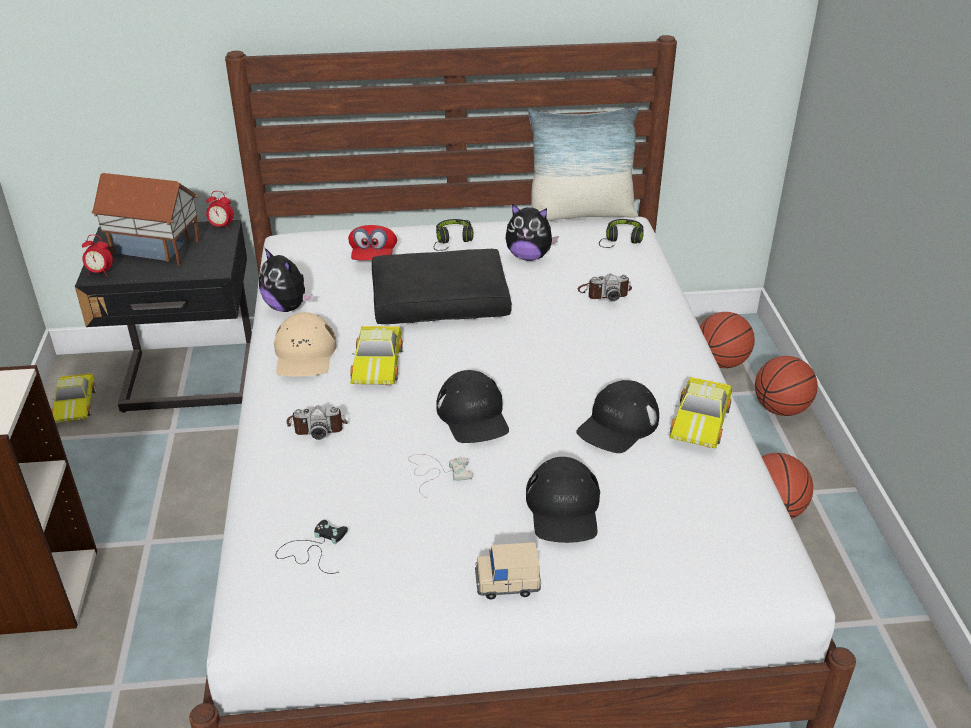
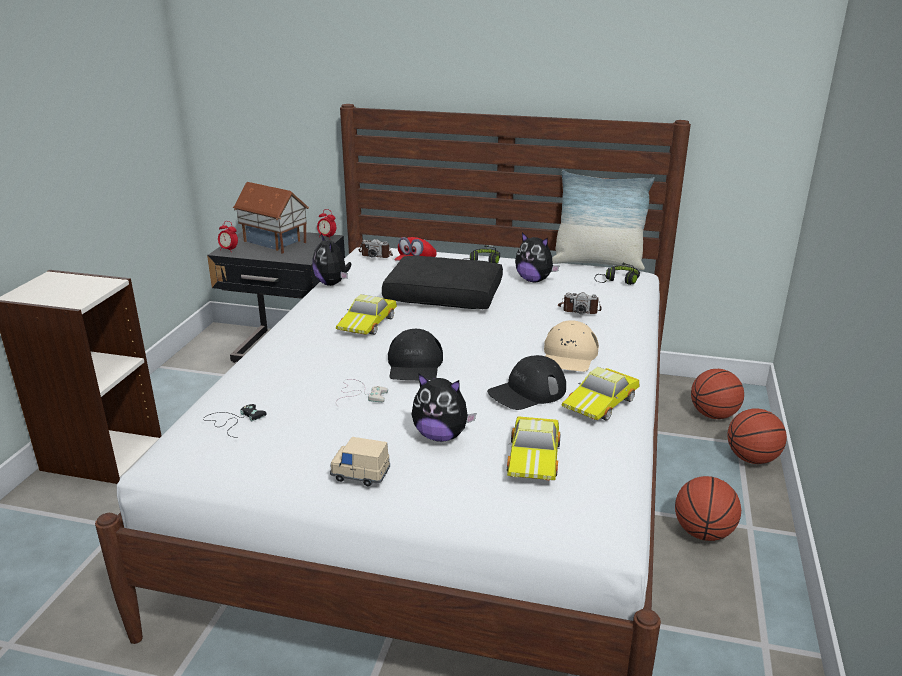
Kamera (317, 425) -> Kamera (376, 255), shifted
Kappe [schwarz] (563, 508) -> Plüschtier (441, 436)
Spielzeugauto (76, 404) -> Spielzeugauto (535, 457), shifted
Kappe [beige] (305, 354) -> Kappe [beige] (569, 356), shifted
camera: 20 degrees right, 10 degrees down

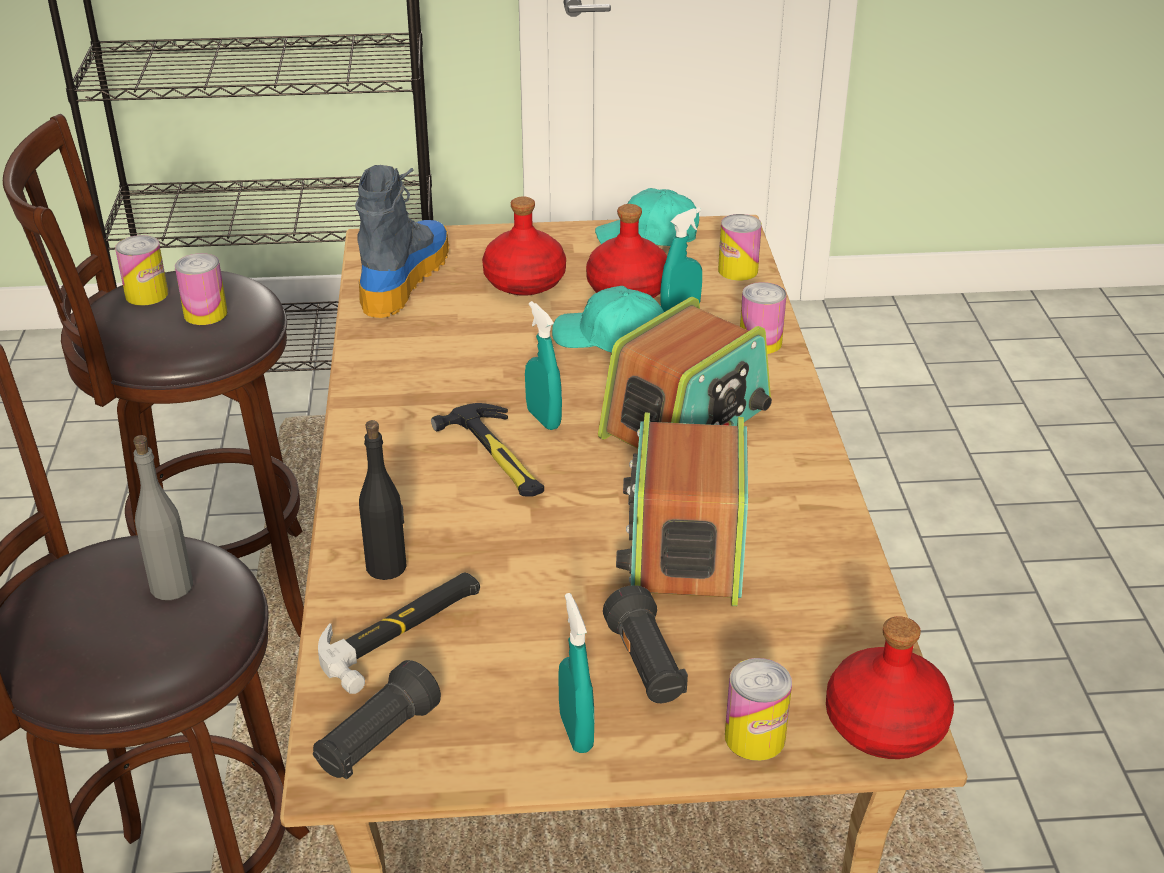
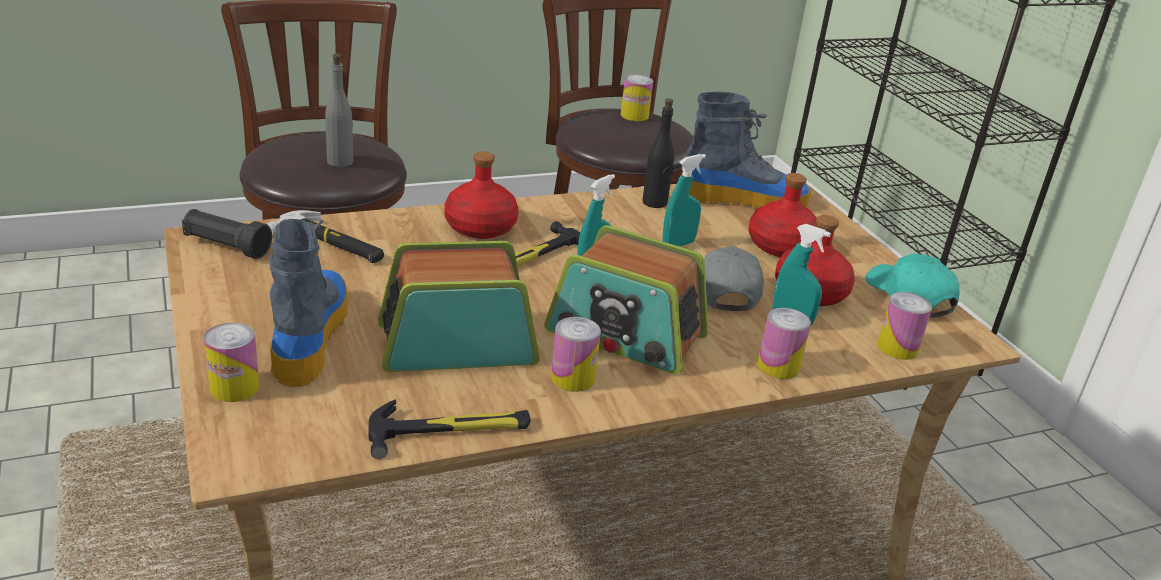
Taschenlampe [schwarz] (646, 665) -> Stiefel (309, 335)
none -> Hammer (450, 430)
Flasche [rot] (885, 723) -> Flasche [rot] (481, 227), shifted
Dose (205, 314) -> Dose (573, 378), shifted
Flasche [schwarz] (387, 566) -> Flasche [schwarz] (655, 203), shifted
Sprühflasche [türkis] (576, 732) -> Sprühflasche [türkis] (678, 244), shifted
Kappe [türkis] (610, 339) -> Kappe [grau] (726, 290)
camera: 70 degrees right, 5 degrees down

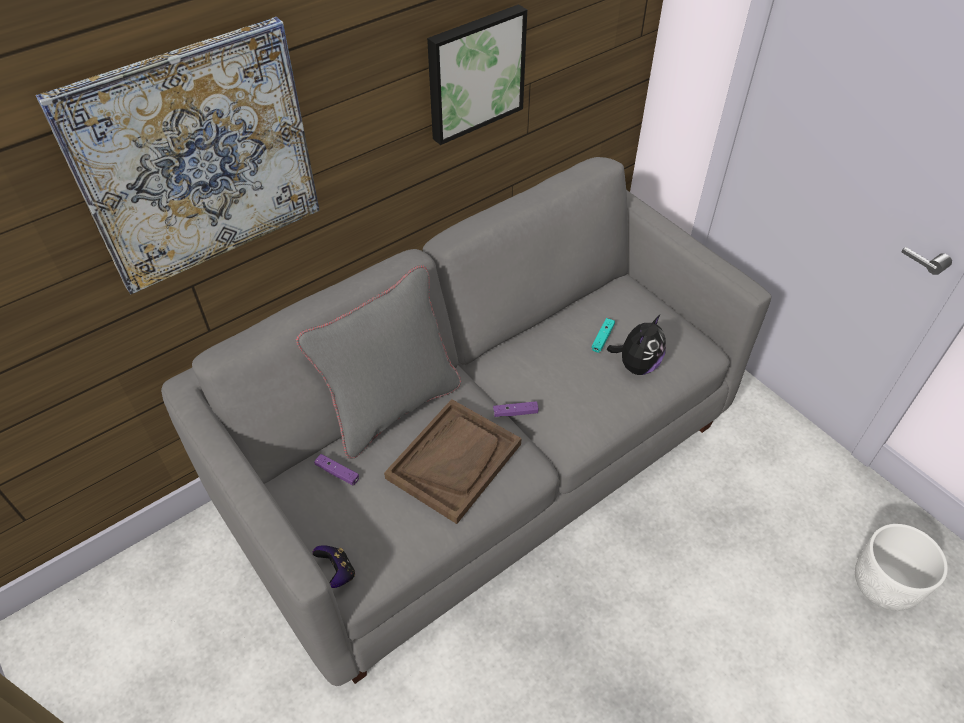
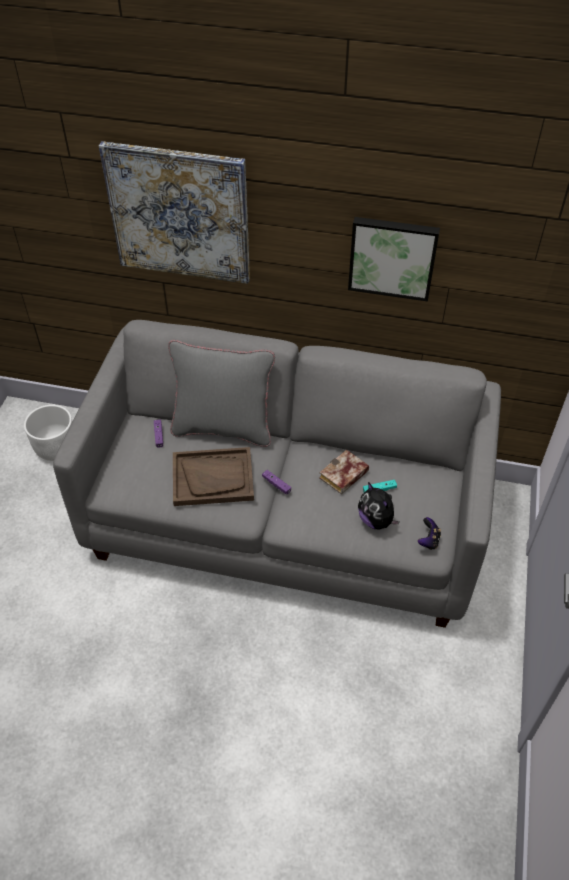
Pflanzkübel [weiß] (884, 585) -> Pflanzkübel [weiß] (56, 448), shifted
none -> Buch (343, 477)
Plüschtier (636, 365) -> Plüschtier (376, 520), 60 degrees clockwise
Gamepad (337, 572) -> Gamepad (428, 540), shifted
camera: 50 degrees right, 0 degrees up

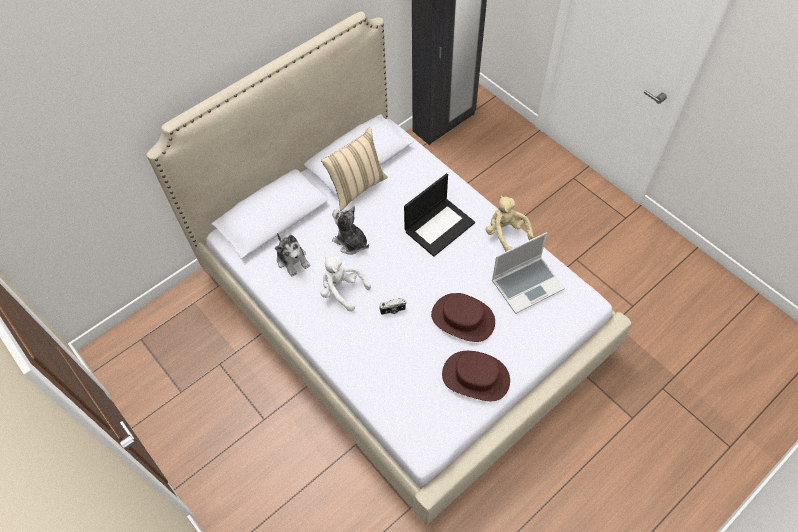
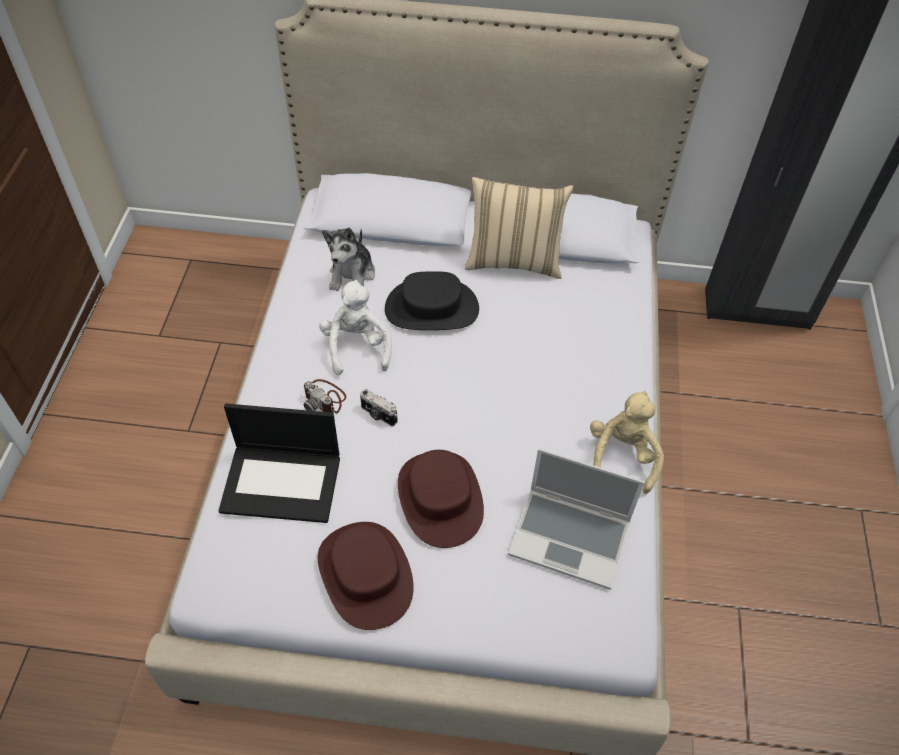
Laptop (439, 226) -> Laptop (283, 482), shifted
none -> Kamera (325, 399)
Plüschtier (351, 242) -> Hut [schwarz] (431, 309)
camera: 45 degrees right, 5 degrees down

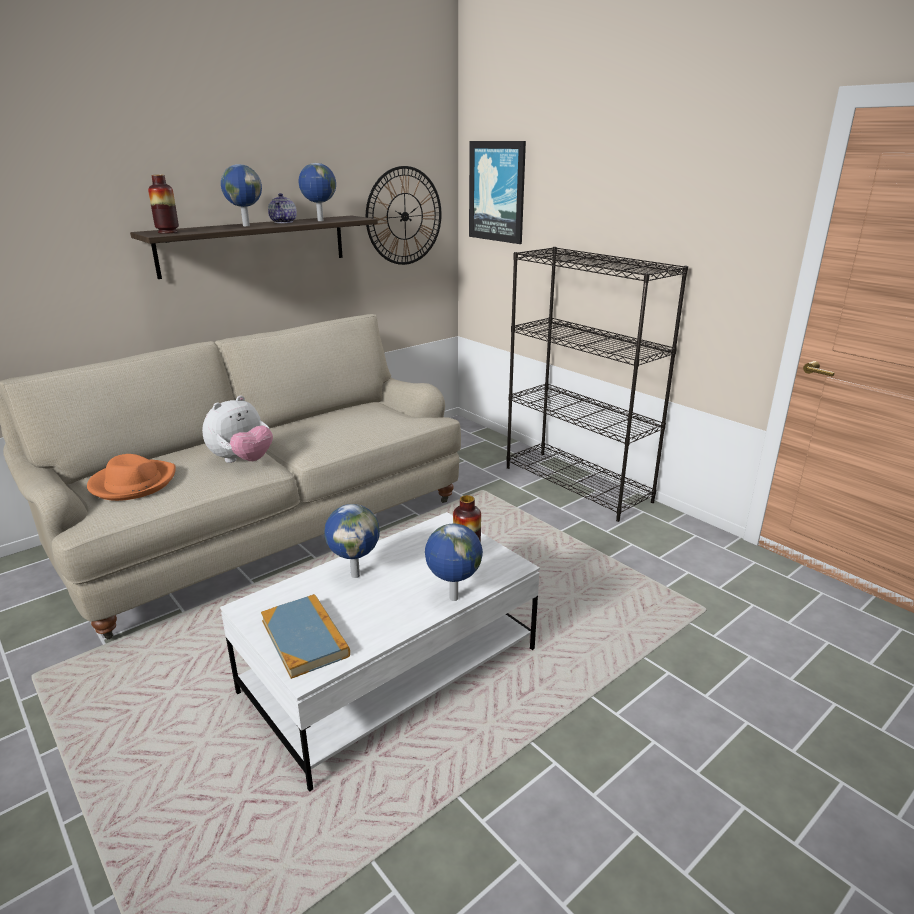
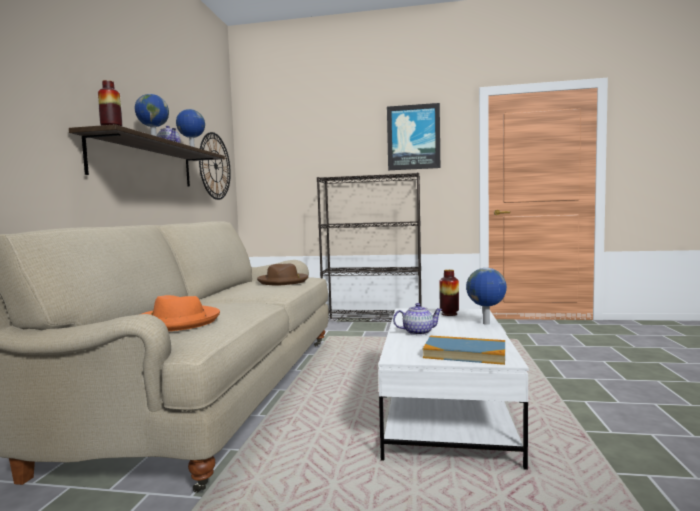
none -> Hut [braun] (283, 281)
Bild (497, 191) -> Bild (413, 137), shifted
Globus (355, 574) -> Teekanne (417, 332)
Plüschtier (242, 461) -> none
camera: 40 degrees left, 20 degrees down

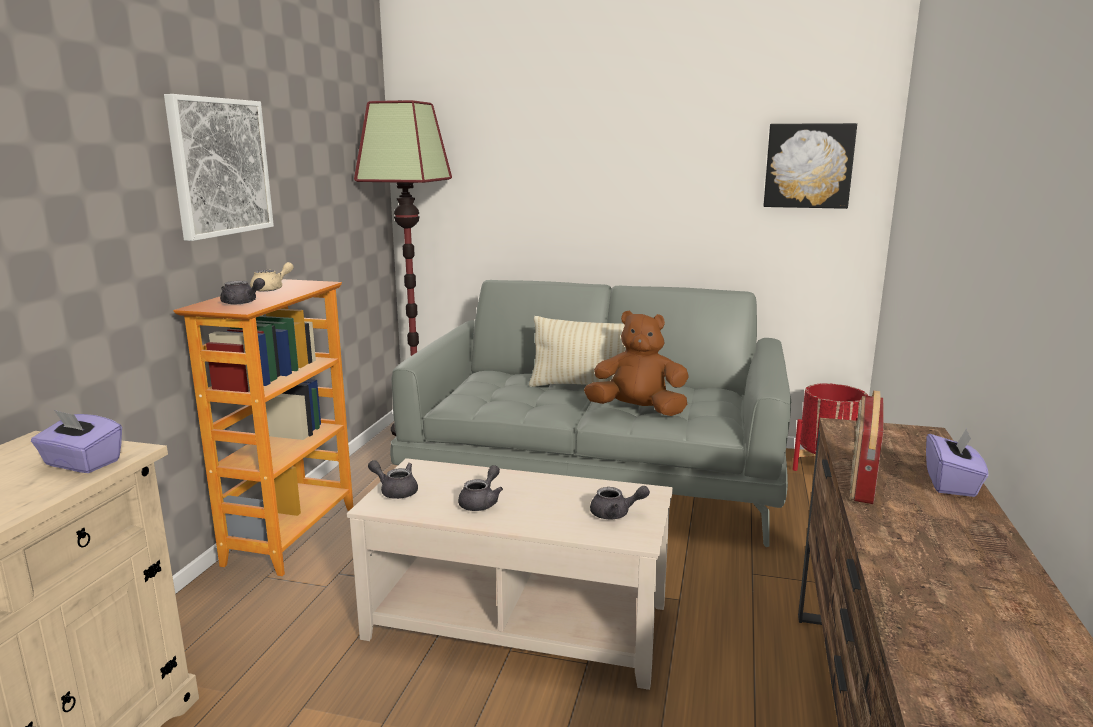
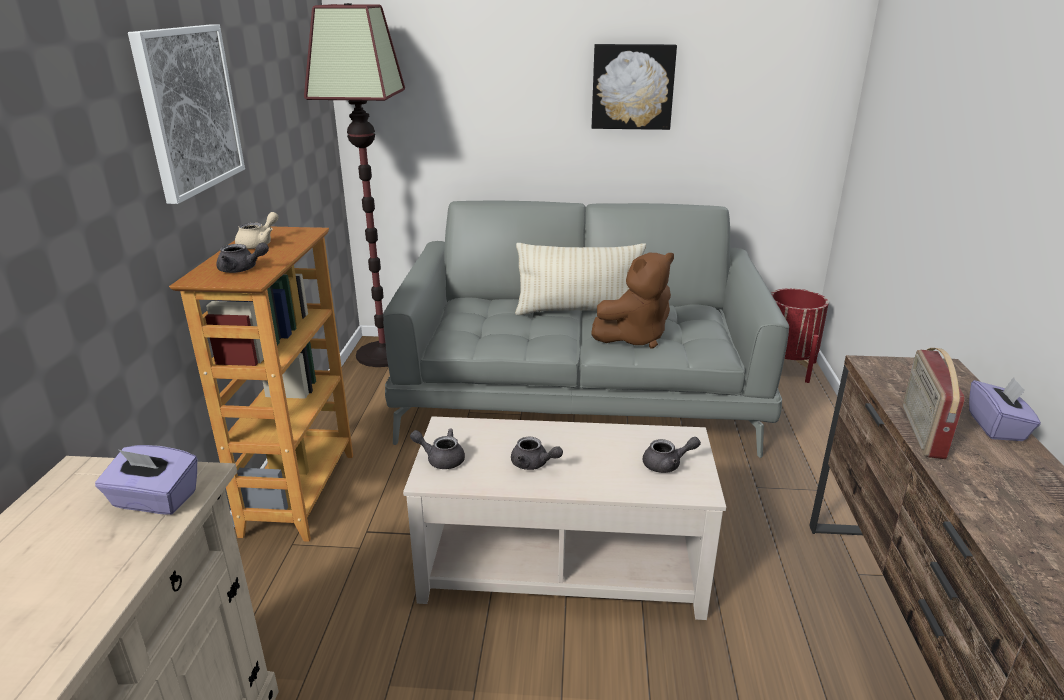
Teekanne [grau] (481, 502) -> Teekanne [grau] (533, 464), 105 degrees clockwise
Plüschtier [braun] (637, 410) -> Plüschtier [braun] (634, 338), 150 degrees clockwise
Bild (808, 166) -> Bild (632, 87), shifted
camera: 10 degrees left, 10 degrees up

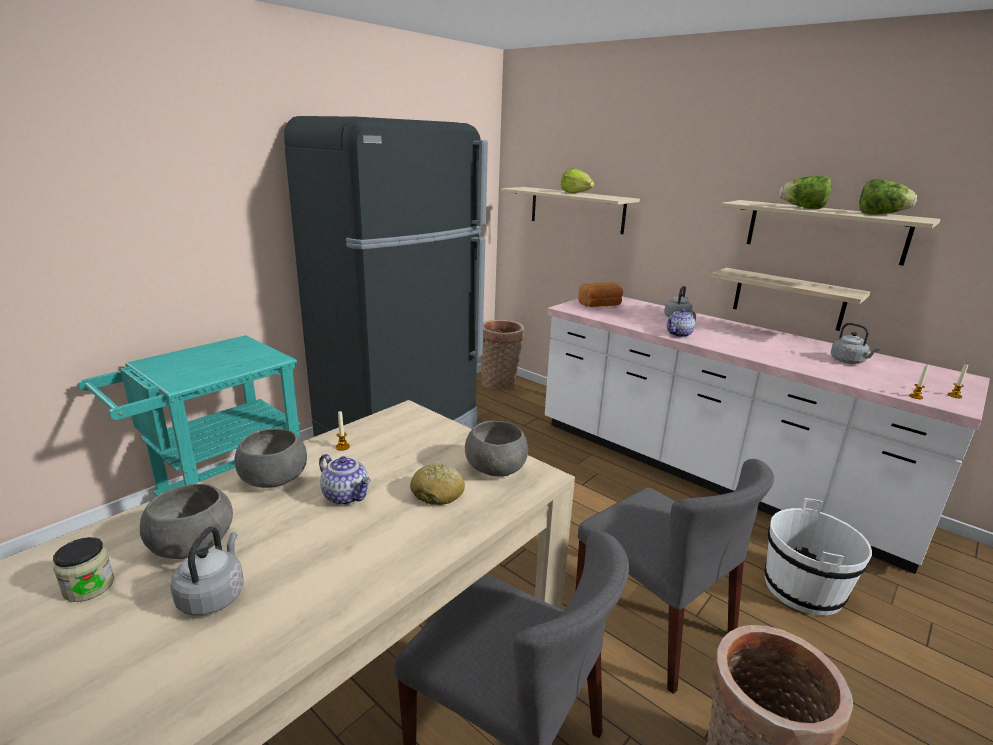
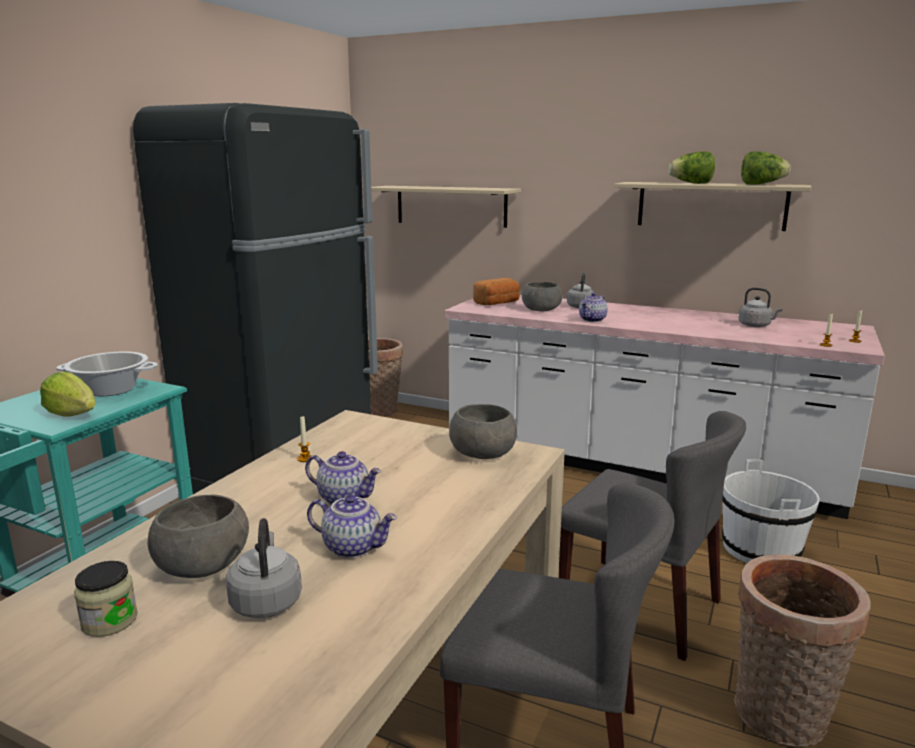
Salatkopf (575, 193) -> Salatkopf (73, 414), shifted
none -> Kochtopf (111, 390)
none -> Teekanne (353, 547)
Schüssel [grau] (273, 478) -> Schüssel [grau] (541, 310), shifted
Brot (438, 493) -> none
Wandregal (788, 299) -> none
camera: 15 degrees left, 5 degrees down

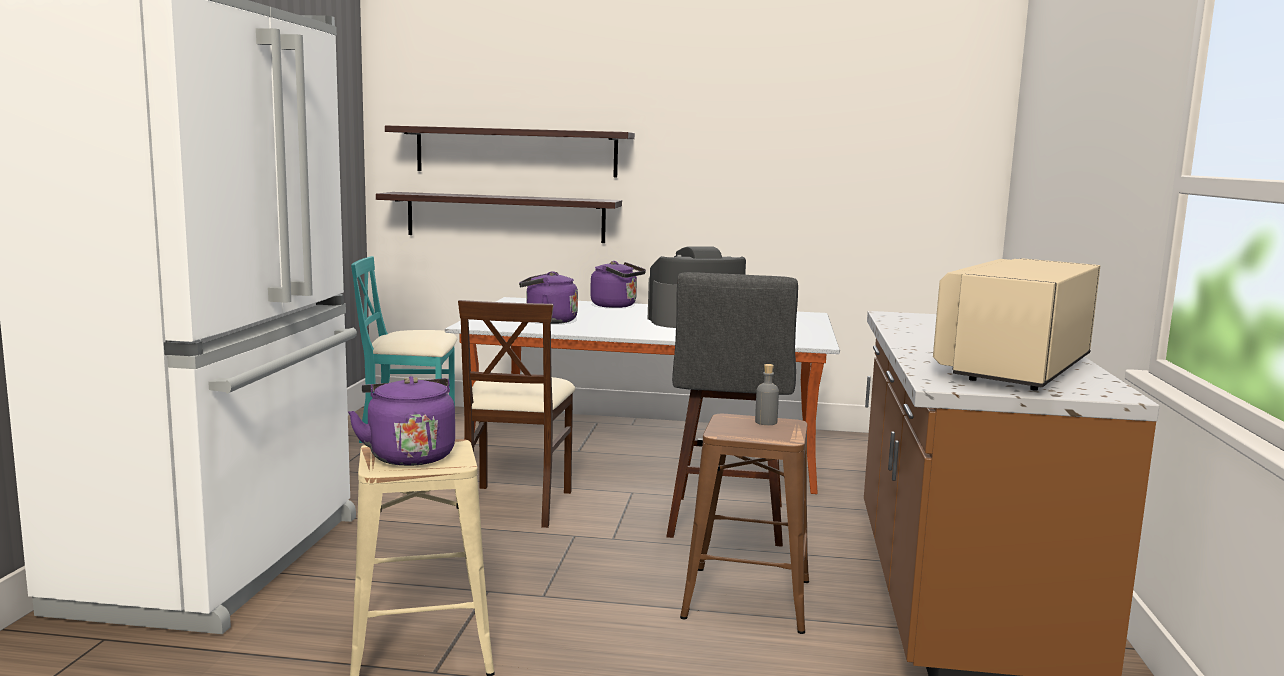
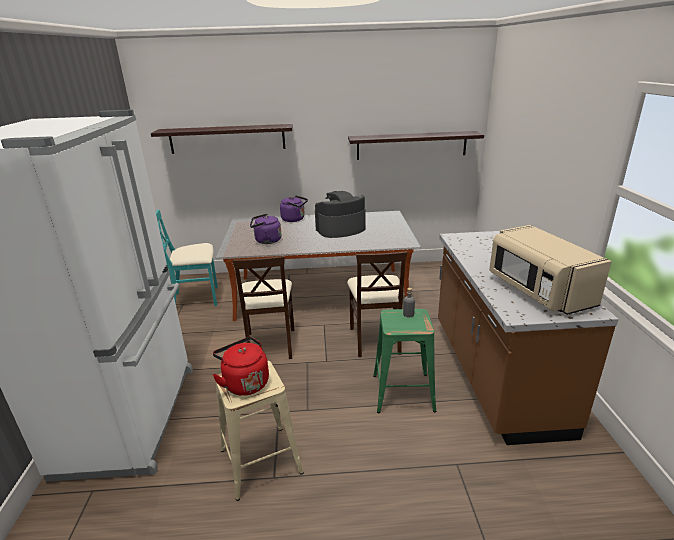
Wasserkessel [lila] (409, 455) -> Wasserkessel [rot] (244, 382)
Hocker [grau] (726, 523) -> Stuhl [beige] (375, 340)
Wandregal (505, 217) -> Wandregal (411, 145), shifted
Hocker [braun] (747, 598) -> Hocker [grün] (403, 391)
Mikrowelle [beige] (1013, 369) -> Mikrowelle [beige] (537, 291), 45 degrees counterclockwise
camera: 10 degrees left, 15 degrees up

